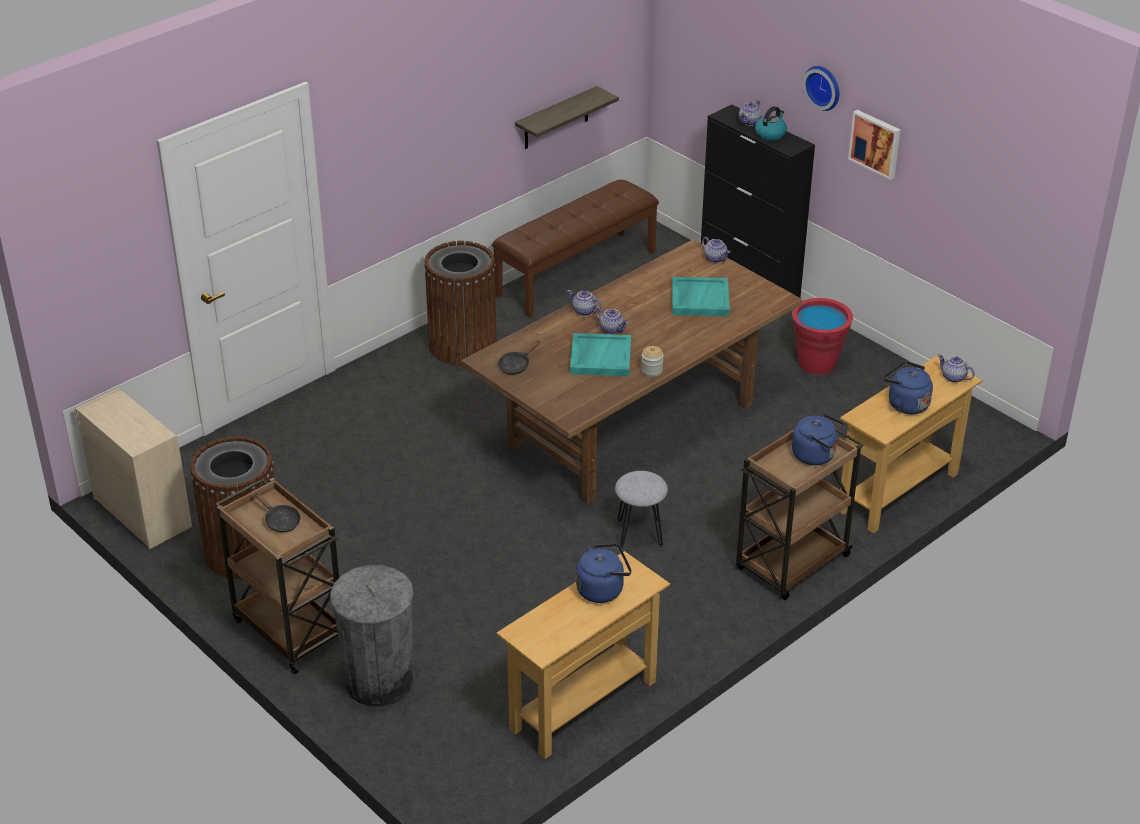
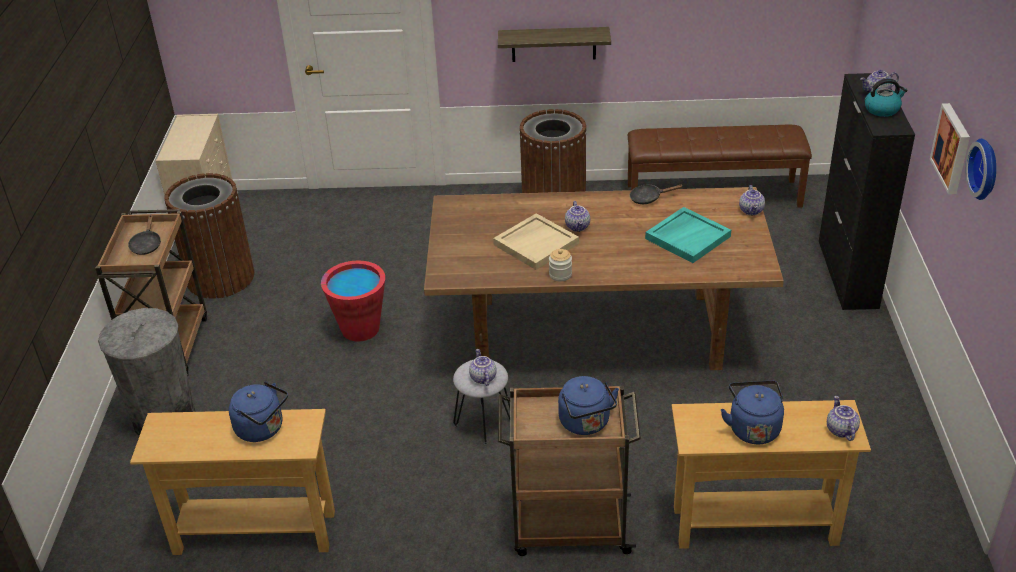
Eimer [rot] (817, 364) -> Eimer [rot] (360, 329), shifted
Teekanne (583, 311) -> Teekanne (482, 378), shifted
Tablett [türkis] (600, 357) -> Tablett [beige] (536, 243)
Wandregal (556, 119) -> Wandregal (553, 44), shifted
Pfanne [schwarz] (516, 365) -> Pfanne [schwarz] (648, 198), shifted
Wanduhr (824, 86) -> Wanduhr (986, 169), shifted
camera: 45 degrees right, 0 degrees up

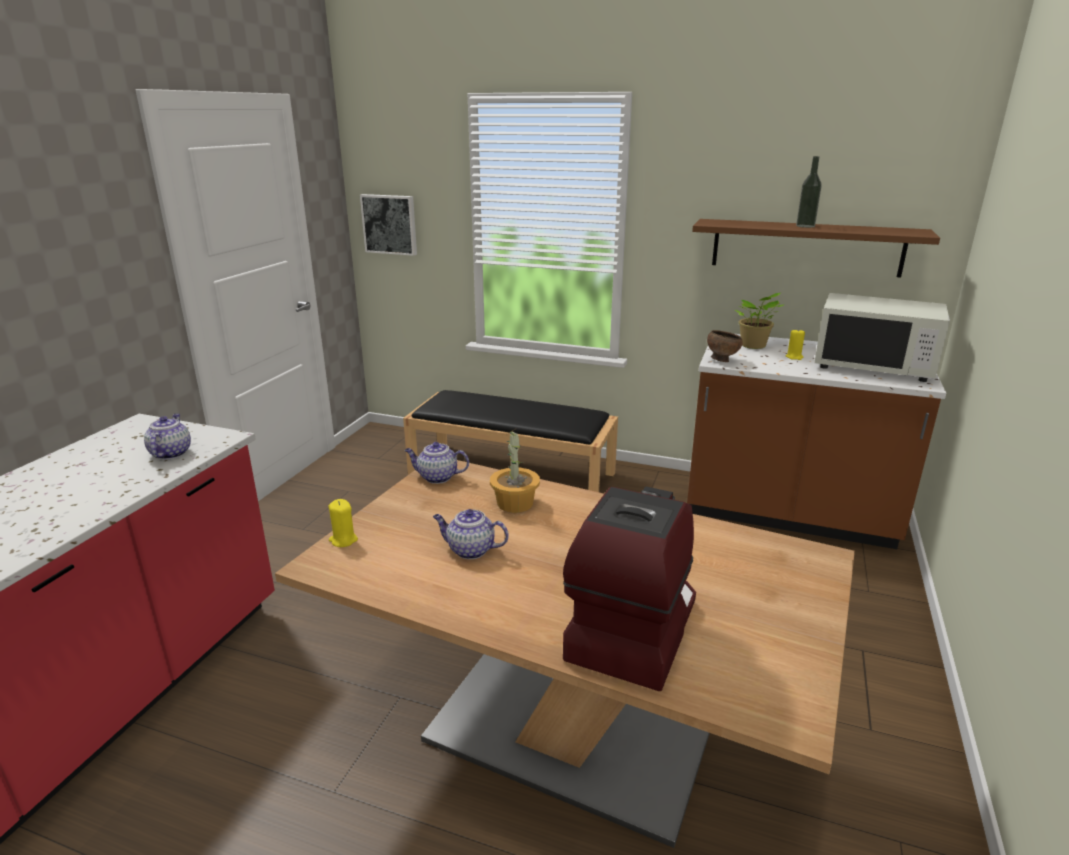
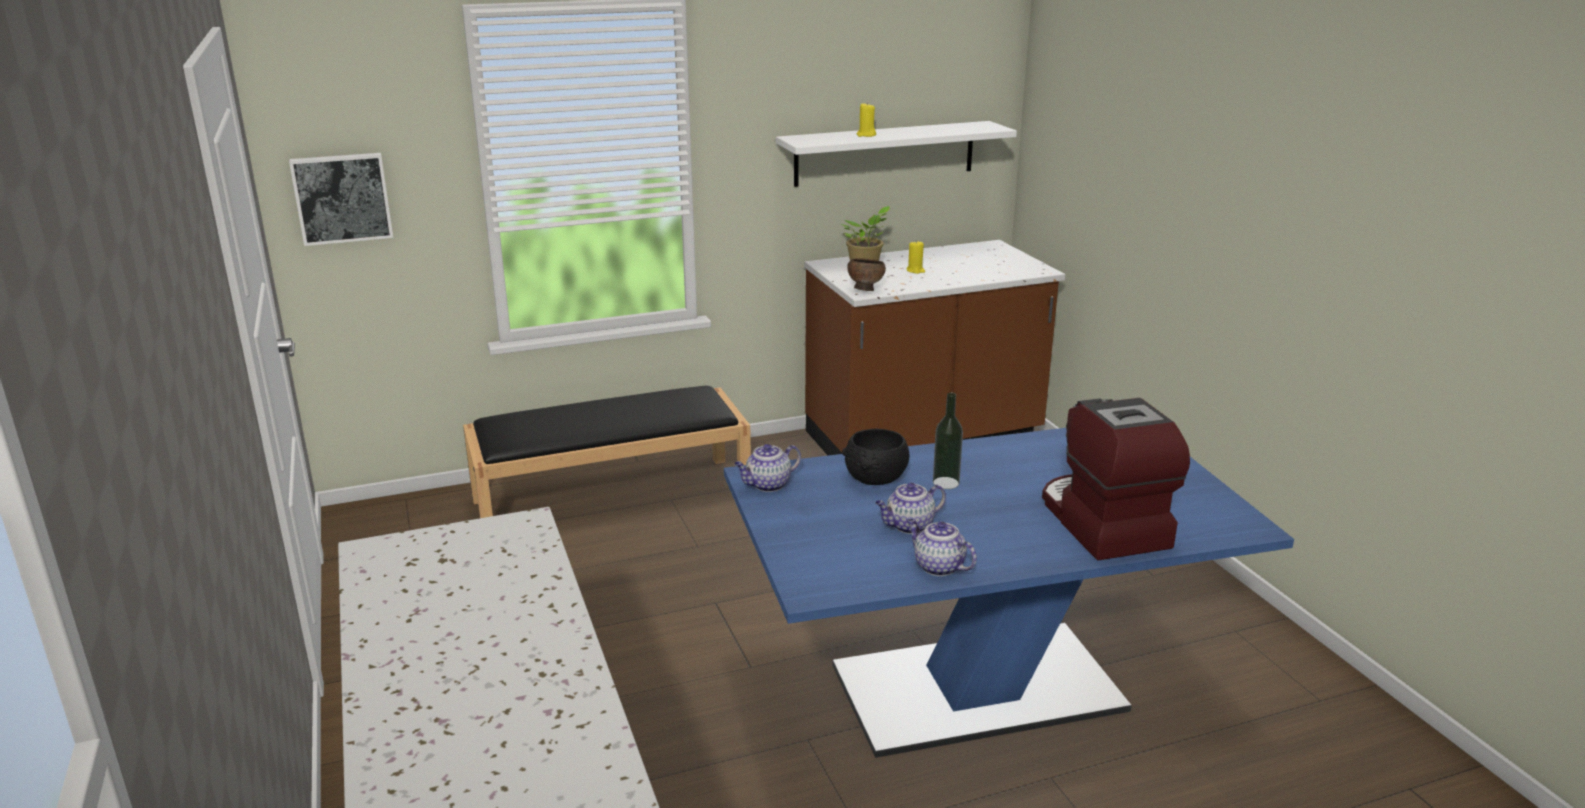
Esstisch [braun] (567, 735) -> Esstisch [blau] (977, 688)
Wandregal [braun] (806, 247) -> Wandregal [weiß] (885, 153)
Topfpflanze (515, 503) -> Schüssel [schwarz] (876, 478)
Kerze [gelb] (343, 540) -> Kerze [gelb] (866, 135), shifted
Teekanne (171, 453) -> Teekanne (937, 566), shifted
Flasche (805, 226) -> Flasche (946, 483), shifted
Mikrowelle [weiß] (873, 366) -> none
camera: 40 degrees left, 0 degrees up

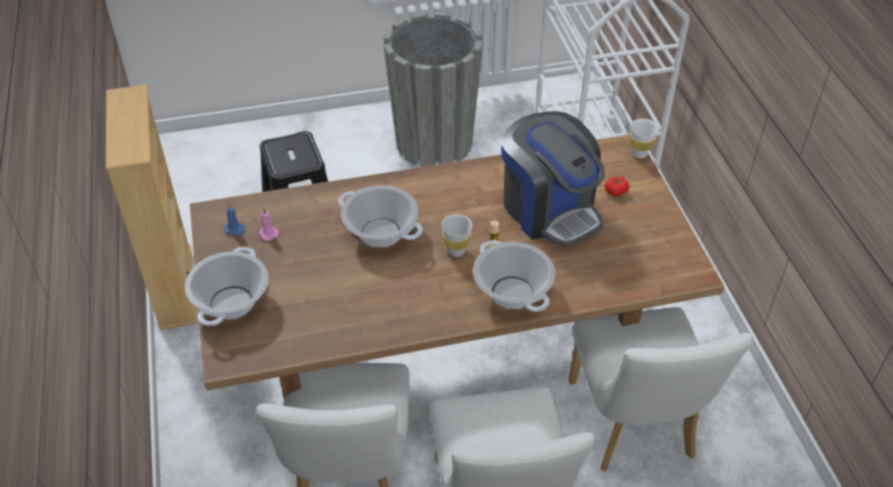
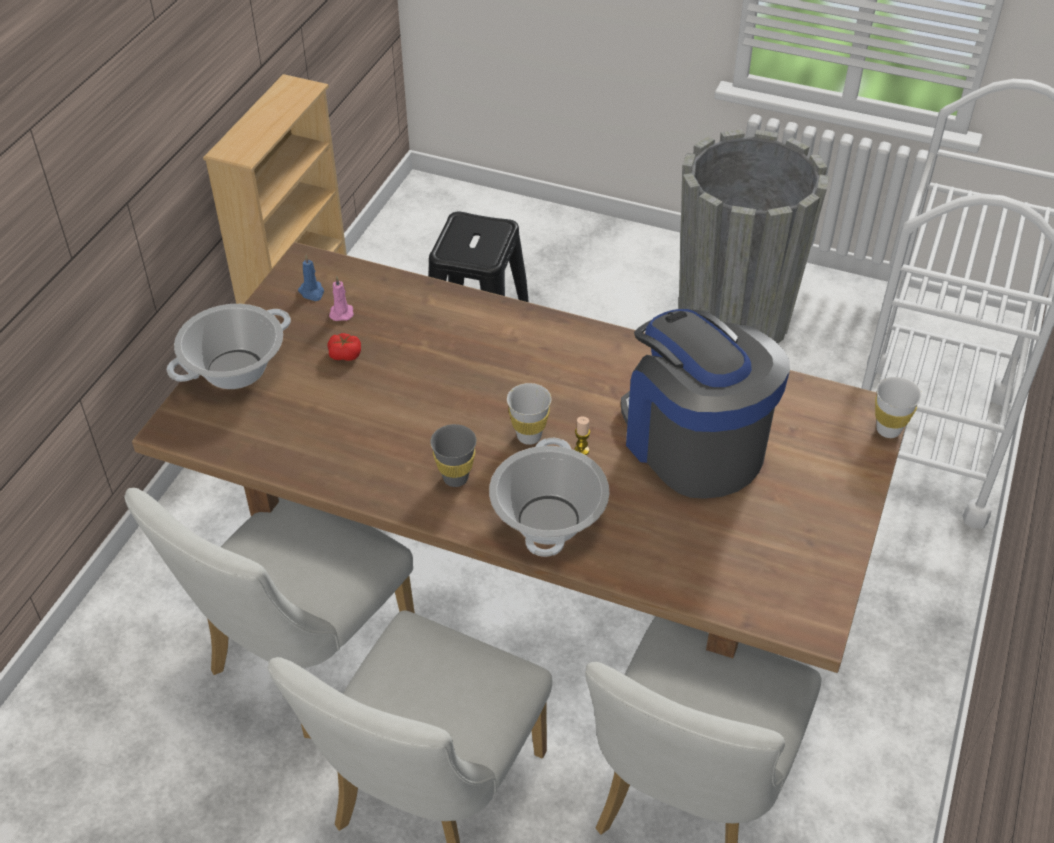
Tomate (616, 191) -> Tomate (345, 354), shifted
none -> Tasse [grau] (455, 478)
Kaffeemaschine (549, 210) -> Kaffeemaschine (693, 443), 150 degrees clockwise
Kochtopf (381, 232) -> none
camera: 35 degrees right, 0 degrees up

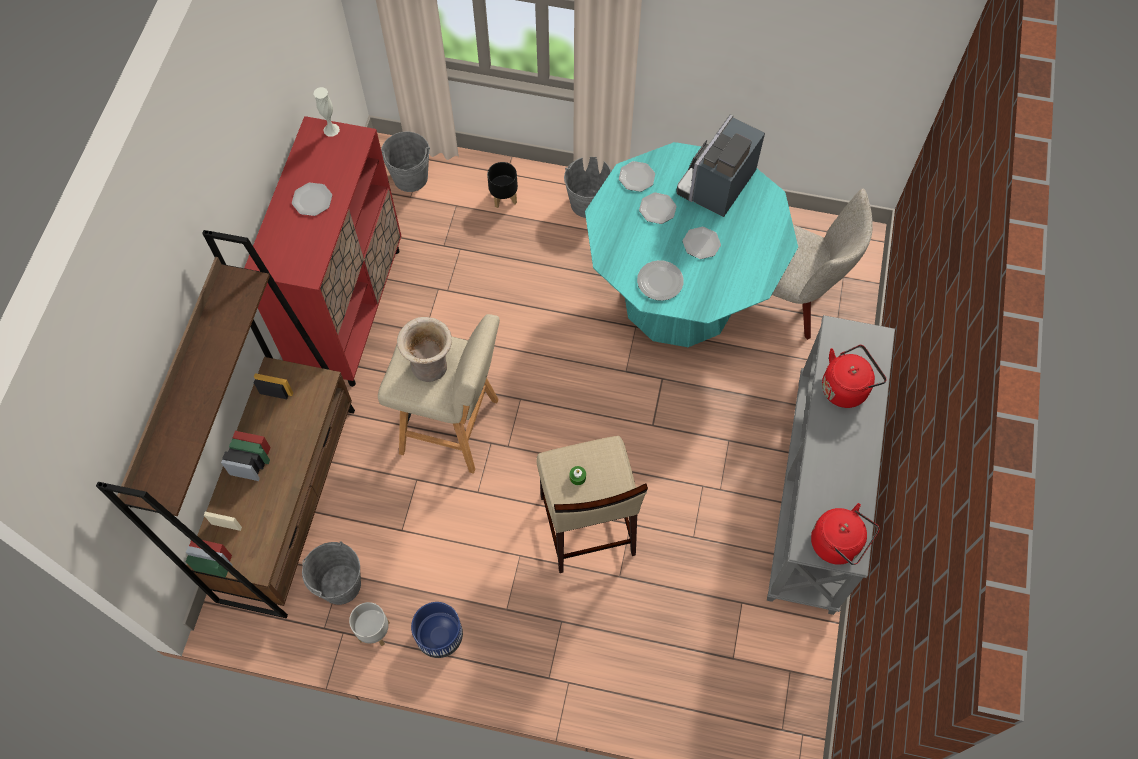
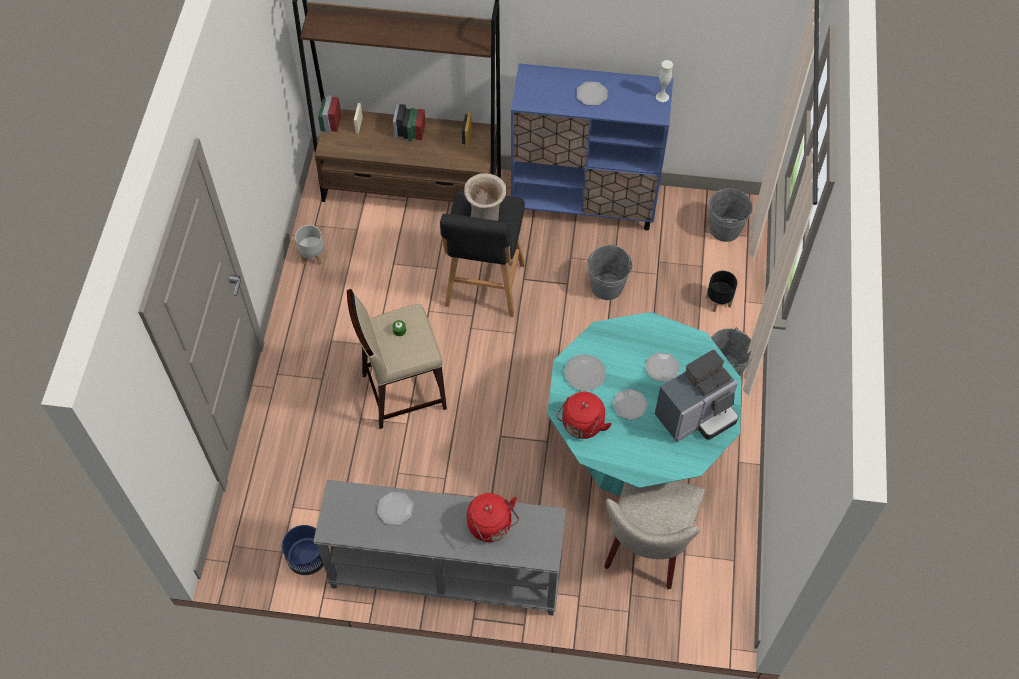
Pflanzkübel [blau] (439, 635) -> Pflanzkübel [blau] (308, 558), shifted
Teller (636, 177) -> Teller (395, 508), shifted
Hocker [beige] (453, 427) -> Hocker [schwarz] (484, 288)
Schrank [rot] (349, 310) -> Schrank [blau] (584, 203)
Wasserkessel [rot] (838, 544) -> Wasserkessel [rot] (581, 426), shifted
Eimer [grau] (340, 584) -> Eimer [grau] (607, 286), shifted
Kaffeemaschine (716, 186) -> Kaffeemaschine (696, 415), 120 degrees clockwise
camera: 85 degrees right, 5 degrees down

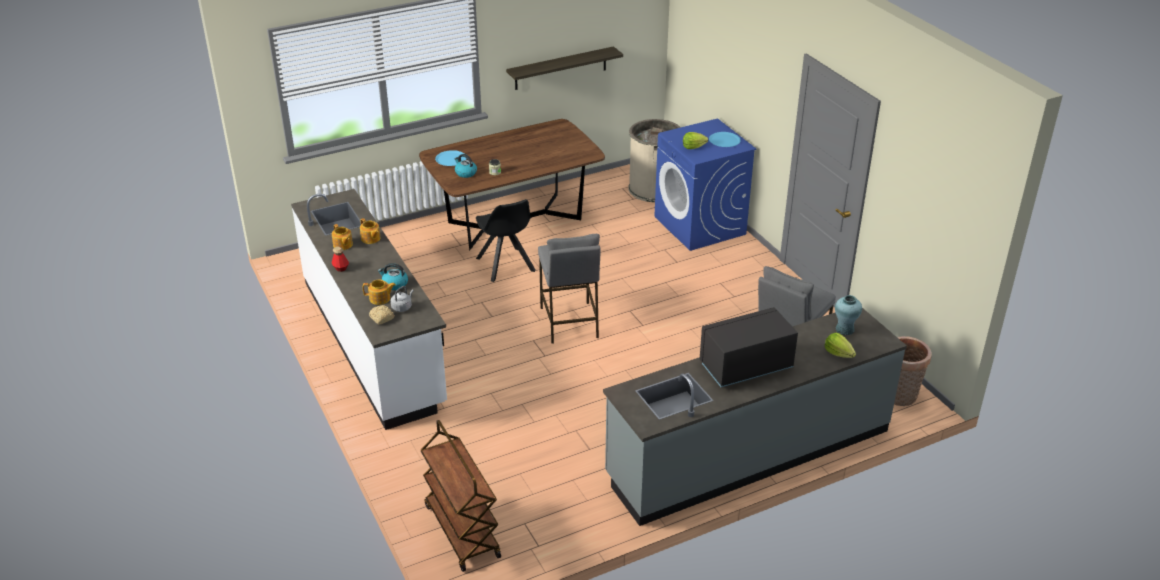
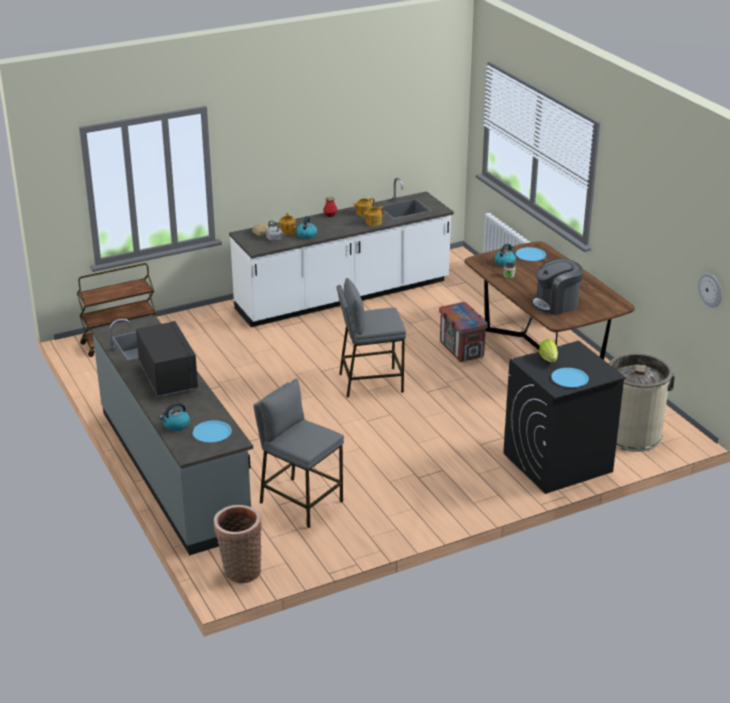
Salatkopf (838, 353) -> Wasserkessel (176, 425)
Vase [türkis] (845, 329) -> Teller [blau] (212, 432)
Stuhl [schwarz] (506, 265) -> Kiste (461, 349)
Waschmaschine [blau] (700, 226) -> Waschmaschine [schwarz] (557, 463)
none -> Kaffeemaschine (556, 304)
none -> Wanduhr (710, 290)
Wandregal (560, 68) -> none
camera: 90 degrees right, 5 degrees down

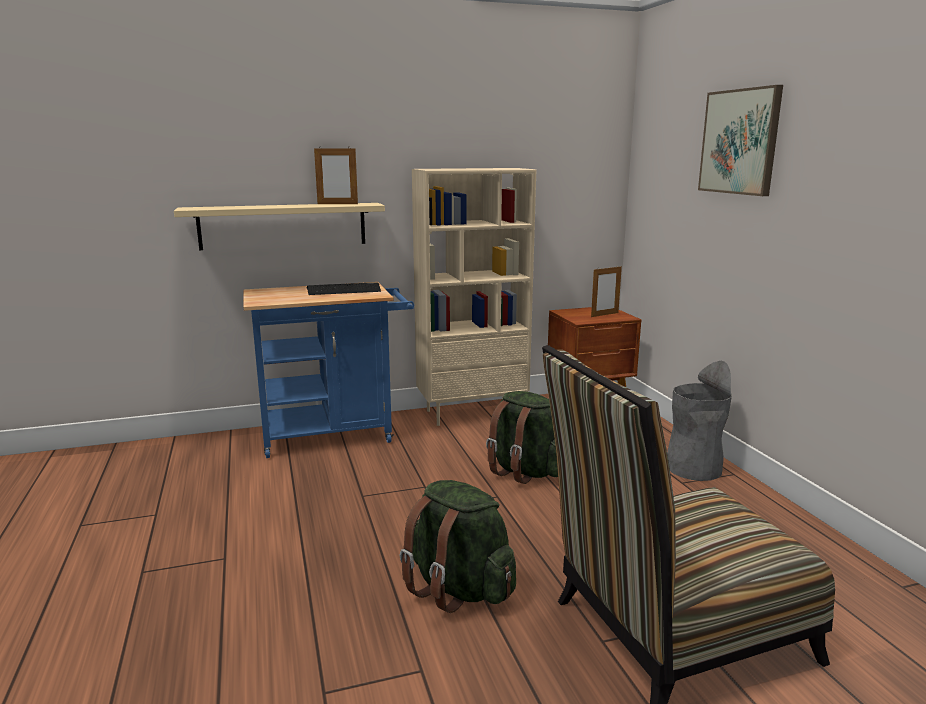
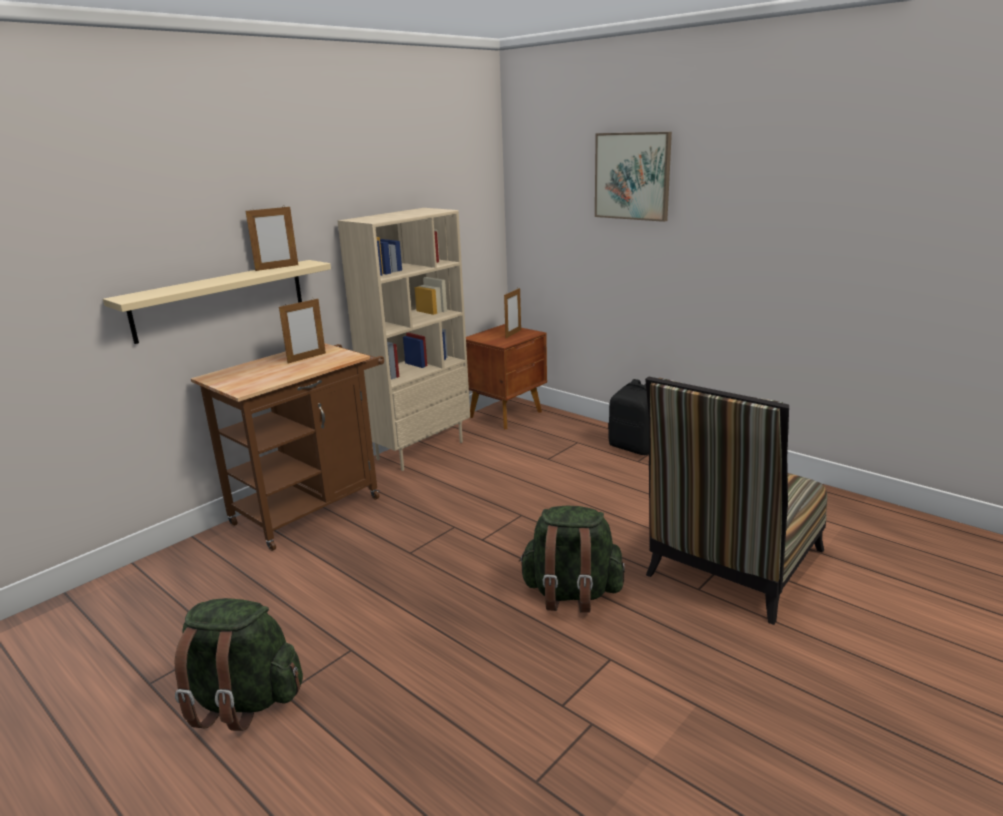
Rucksack [grün] (525, 471) -> Rucksack [grün] (243, 701), shifted
Rollwagen [blau] (335, 434) -> Rollwagen [braun] (314, 507)
Tastatur (344, 290) -> Bilderrahmen (307, 358)
Mülleimer [grau] (693, 468) -> Rucksack [schwarz] (634, 447)
camera: 30 degrees left, 5 degrees up

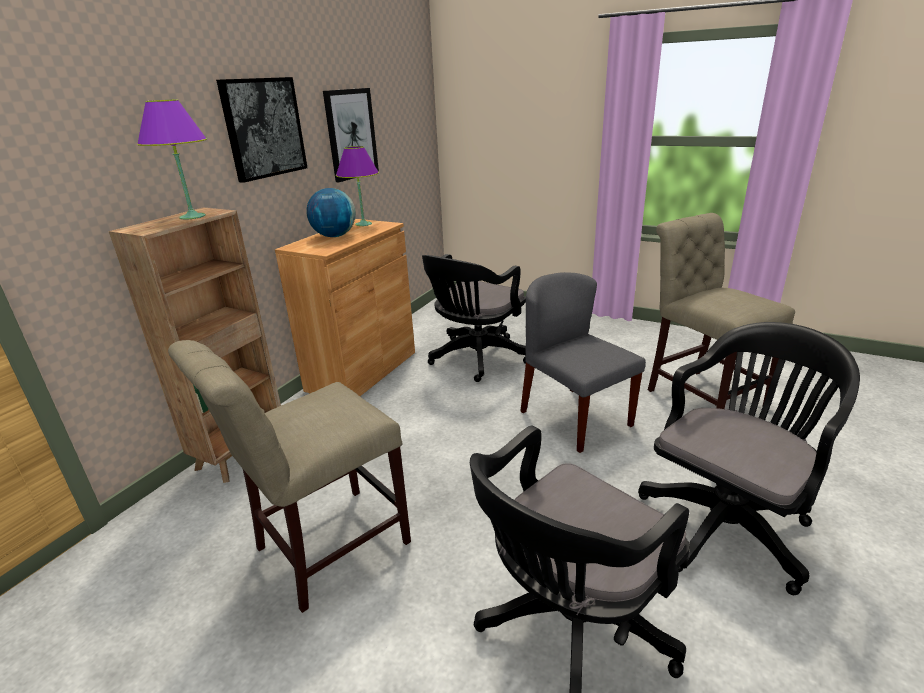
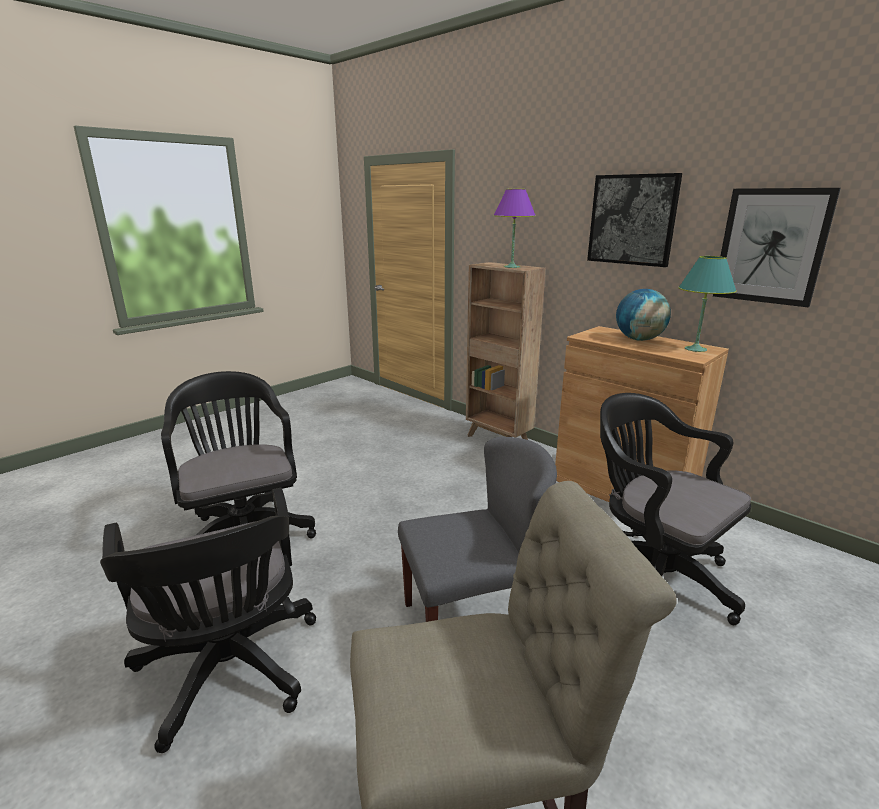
Tischlampe [lila] (363, 224) -> Tischlampe [türkis] (695, 349)
Stuhl [beige] (324, 549) -> none
camera: 105 degrees right, 5 degrees down

